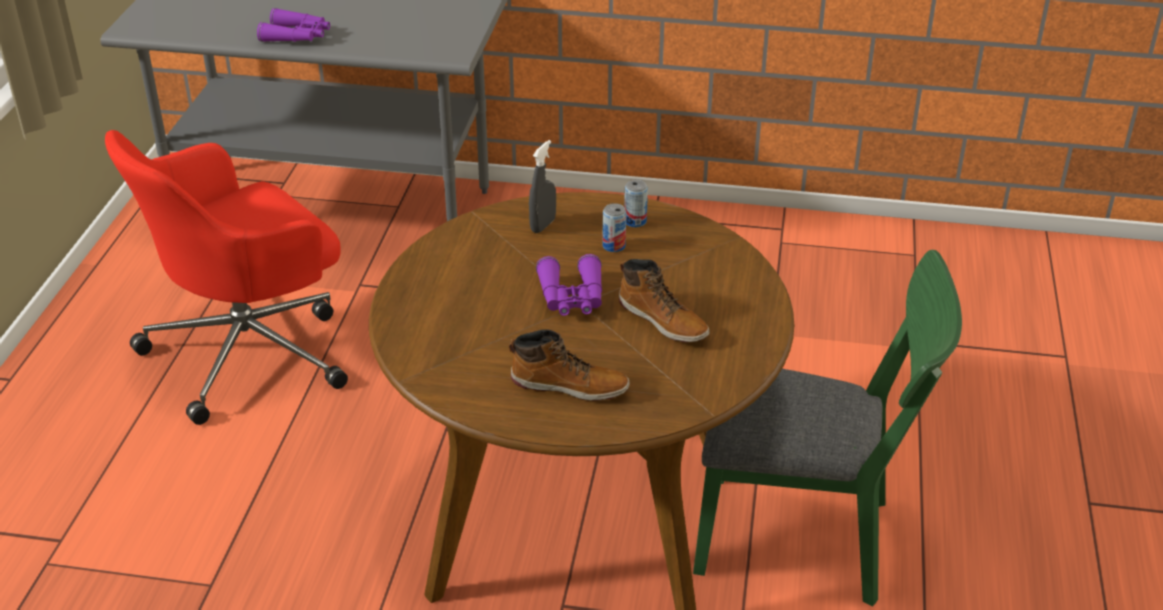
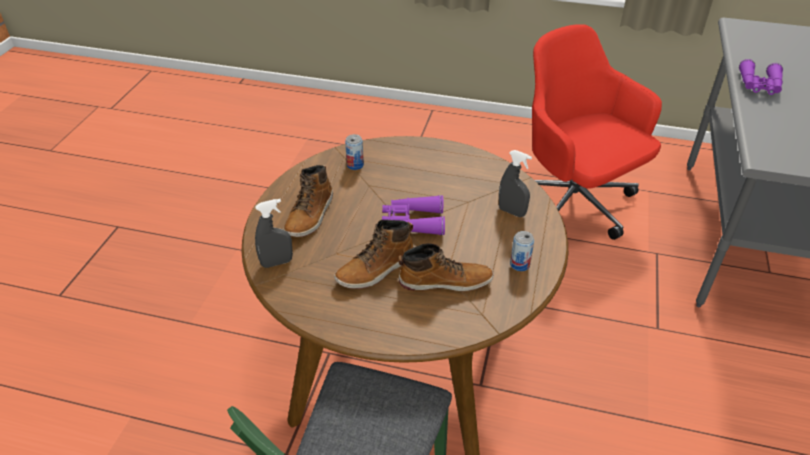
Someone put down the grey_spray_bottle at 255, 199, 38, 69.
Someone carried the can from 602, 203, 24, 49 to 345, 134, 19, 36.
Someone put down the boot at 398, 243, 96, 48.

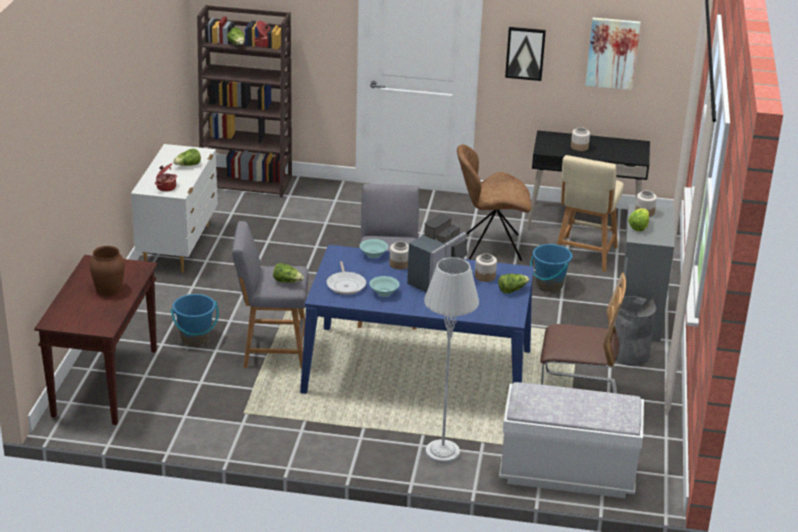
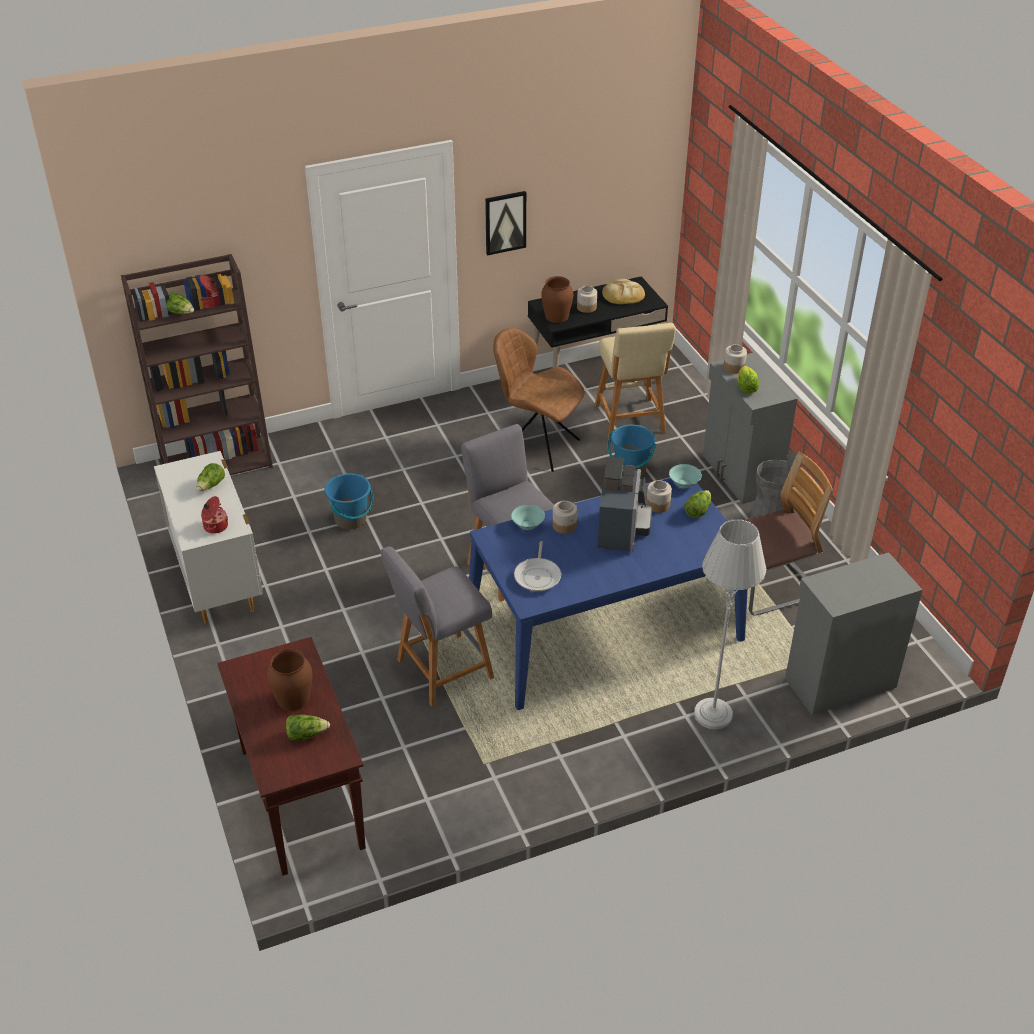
Someone carried the lettuce from 273, 263, 31, 20 to 286, 714, 44, 27.
Someone carried the blue_bucket from 170, 294, 49, 52 to 324, 473, 49, 57.
Someone rotated the brown_chair at 457, 144, 75, 117 by 60 degrees clockwise.
Someone rotated the frying_pan at 326, 261, 40, 34 by 45 degrees clockwise.
Someone put down the brown_vase at 541, 276, 32, 47.
Someone put down the bread at 602, 279, 43, 25.
Someone carried the turquoise_bowl from 370, 276, 29, 21 to 669, 464, 33, 24.
Someone swapped the white_bench at 499, 382, 145, 116 for the grey_cabinet at 785, 552, 138, 164.
Someone took away the picture at 585, 18, 56, 72.

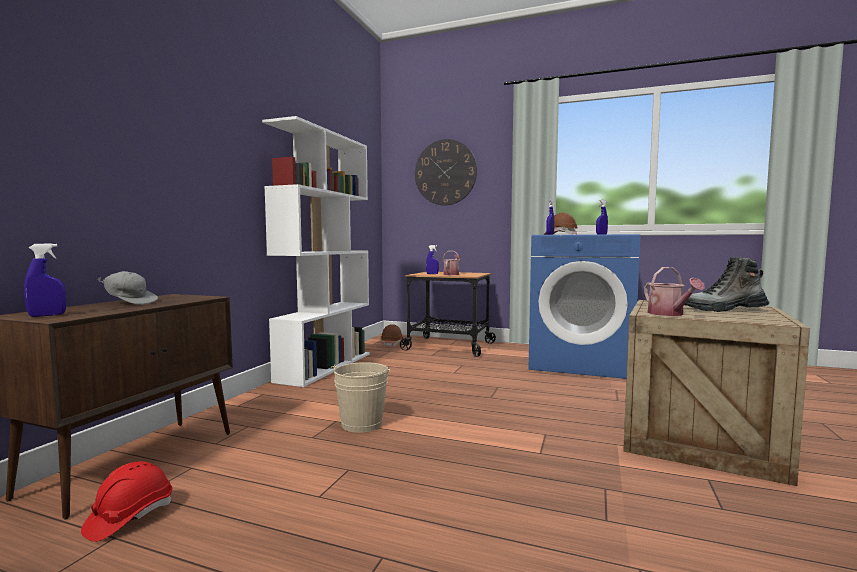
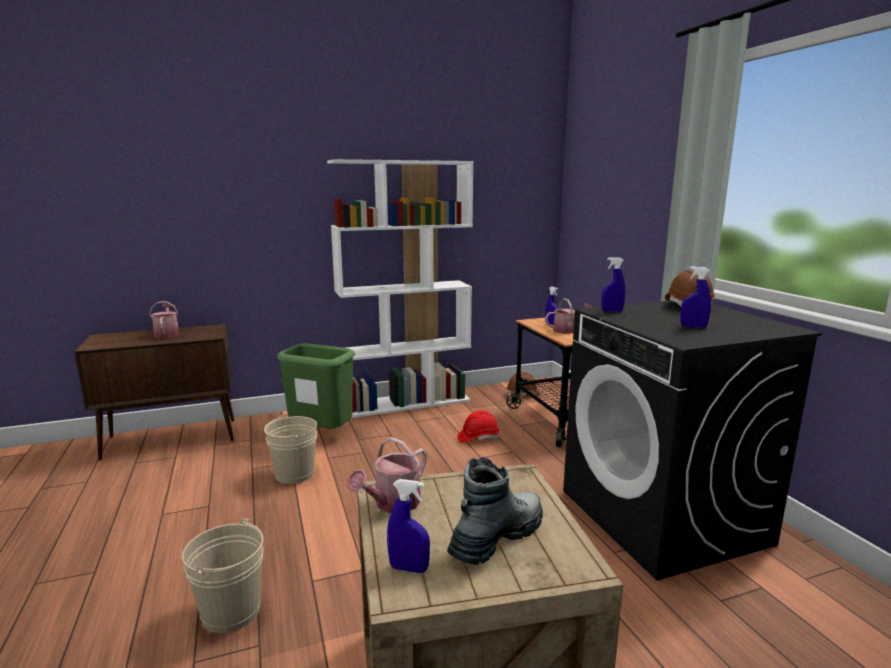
Someone swapped the grey_cap at 97, 271, 61, 34 for the watering_can at 149, 301, 31, 37.
Someone put down the beige_bucket at 182, 518, 81, 115.
Someone put down the green_trash_can at 277, 343, 78, 86.
Someone carried the blue_spray_bottle from 24, 243, 42, 74 to 387, 479, 43, 94.
Someone rotated the boot at 684, 257, 85, 55 by 75 degrees clockwise.
Someone carried the red_hard_hat from 81, 461, 91, 81 to 457, 410, 42, 33.
Someone repainted the blue_washing_machine at 528, 234, 113, 145, which became the black_washing_machine at 563, 301, 259, 279.
Someone took away the wall_clock at 415, 139, 62, 67.

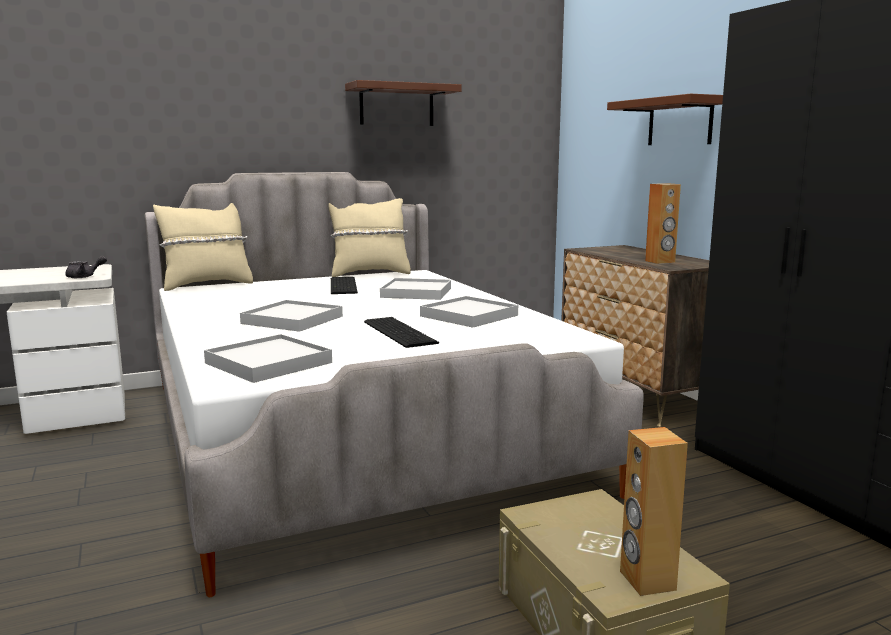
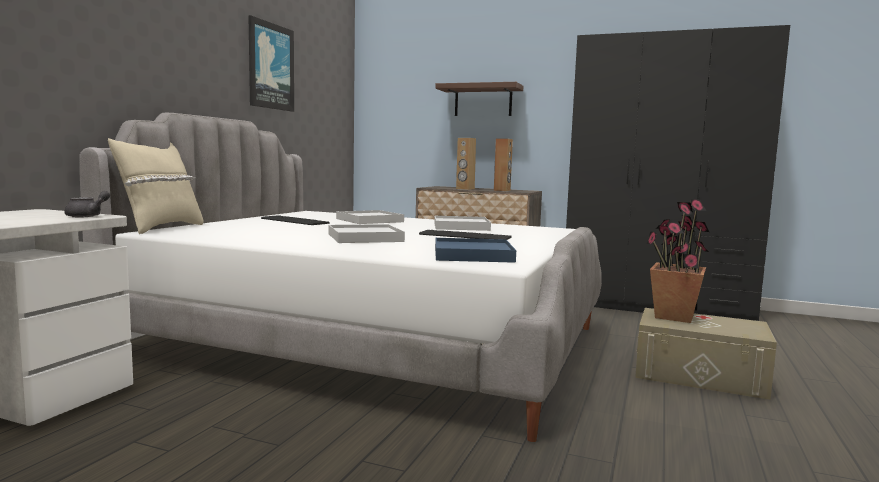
Someone swapped the brown_shelf at 345, 80, 117, 46 for the picture at 248, 15, 46, 97.
Someone repainted the white_tray at 204, 334, 128, 49, which became the blue_tray at 435, 238, 81, 25.
Someone carried the brown_speaker from 620, 427, 68, 169 to 456, 138, 20, 52.
Someone put down the potted_plant at 646, 200, 63, 123.
Someone took away the beige_pillow at 329, 198, 82, 79.

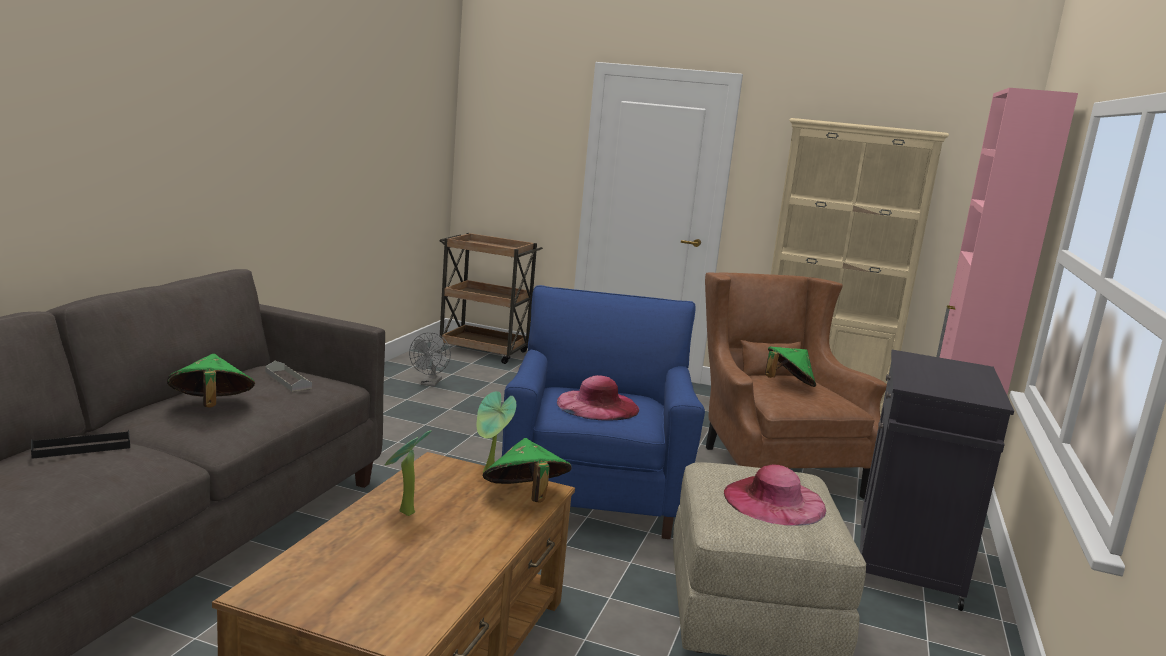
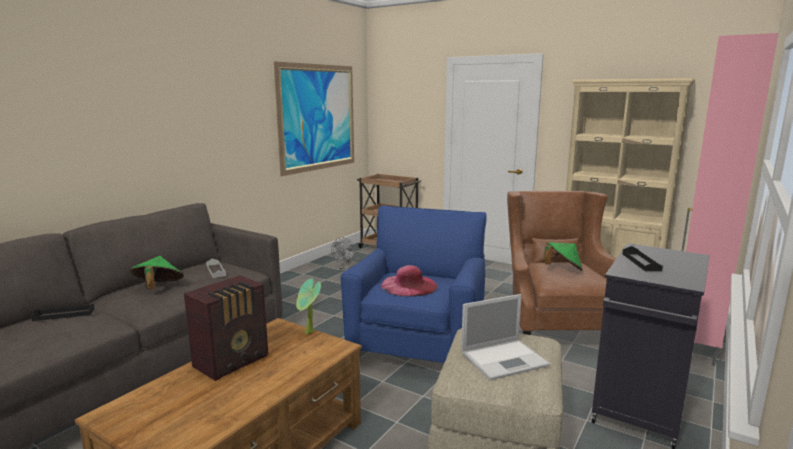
Someone swapped the potted_plant at 385, 430, 46, 86 for the radio at 184, 276, 84, 105.
Someone put up the picture at 274, 61, 80, 115.
Someone swapped the pink_hat at 724, 464, 102, 62 for the laptop at 461, 294, 89, 86.
Someone put down the black_tray at 622, 246, 41, 25.
Someone took away the green_hat at 483, 438, 89, 65.

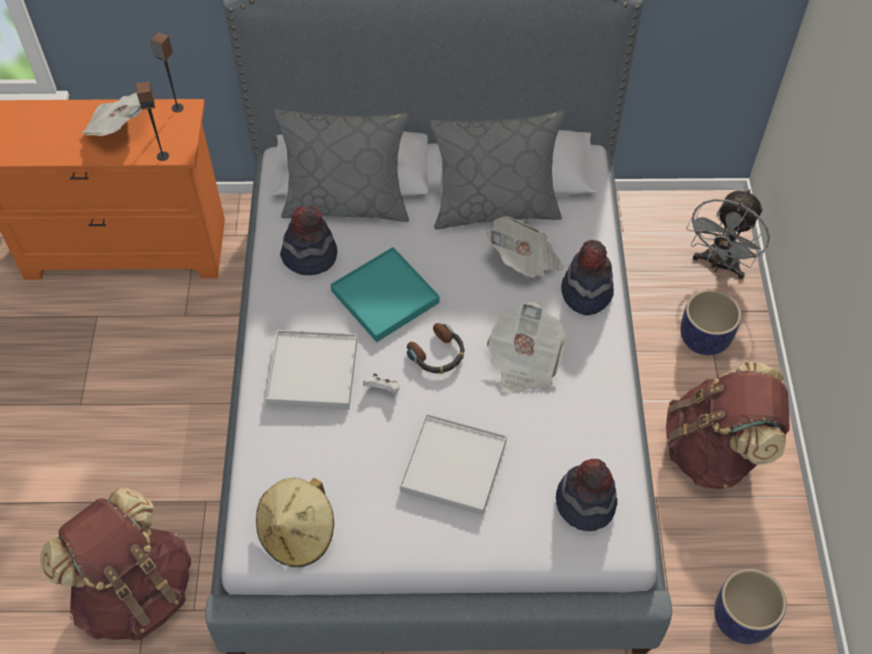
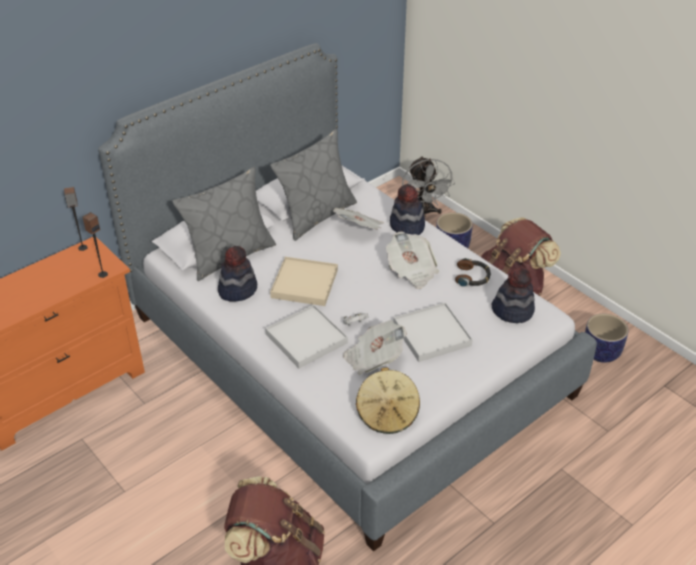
Someone repainted the turquoise_tray at 330, 247, 110, 95, which became the beige_tray at 270, 257, 68, 49.
Someone carried the newspaper from 81, 92, 61, 44 to 343, 320, 64, 55.
Someone carried the headphones from 407, 323, 58, 51 to 455, 258, 36, 29.

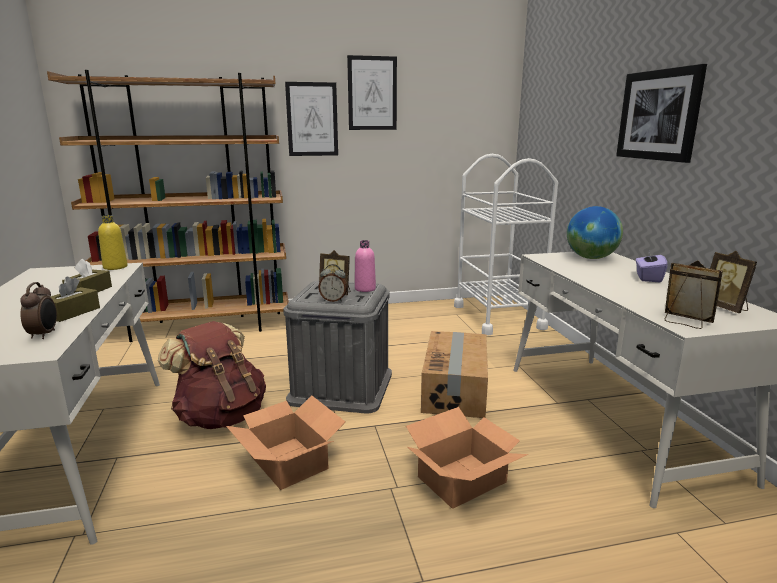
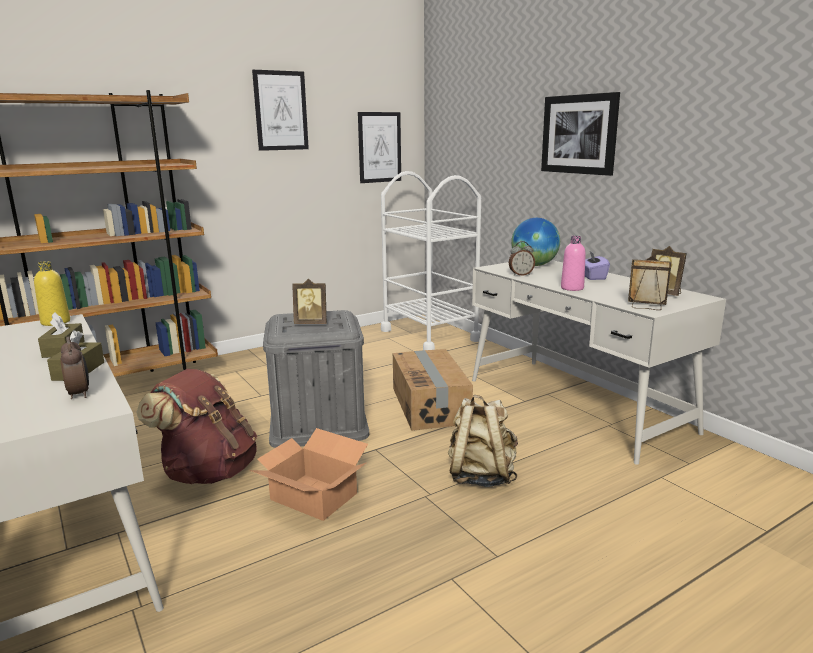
Someone carried the picture from 285, 82, 53, 74 to 358, 112, 43, 71.
Someone swapped the cardboard_box at 406, 407, 122, 102 for the beige_backpack at 448, 395, 70, 92.
Someone carried the alarm_clock from 318, 264, 30, 38 to 509, 241, 26, 35.
Someone carried the pink_bottle from 355, 240, 21, 52 to 561, 236, 25, 55.

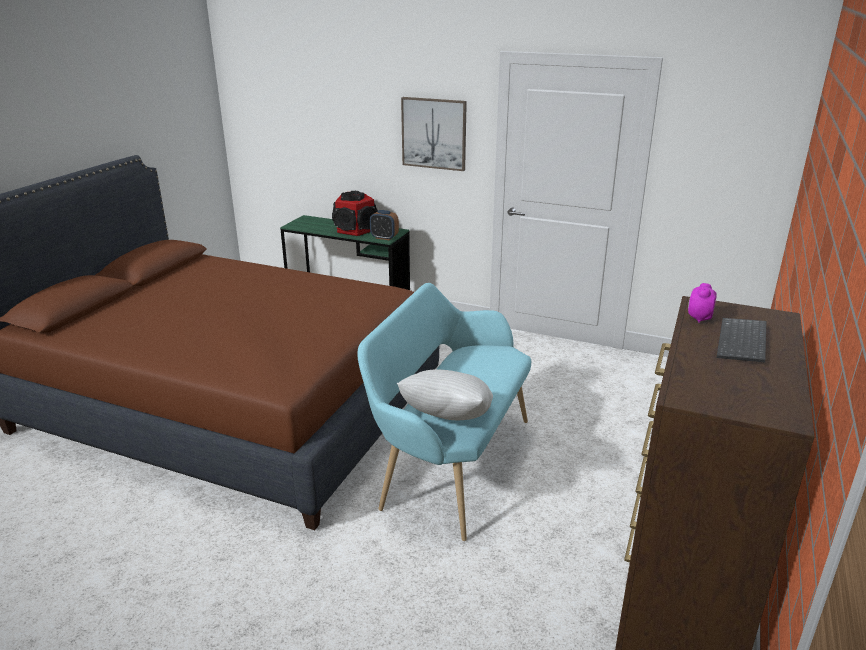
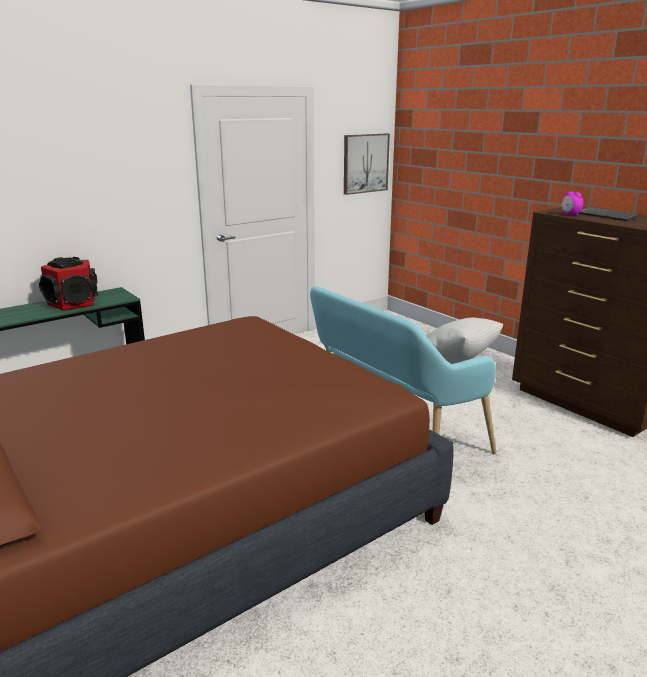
Someone carried the picture from 401, 97, 66, 74 to 344, 134, 46, 61.
Someone took away the alarm_clock at 370, 210, 29, 30.

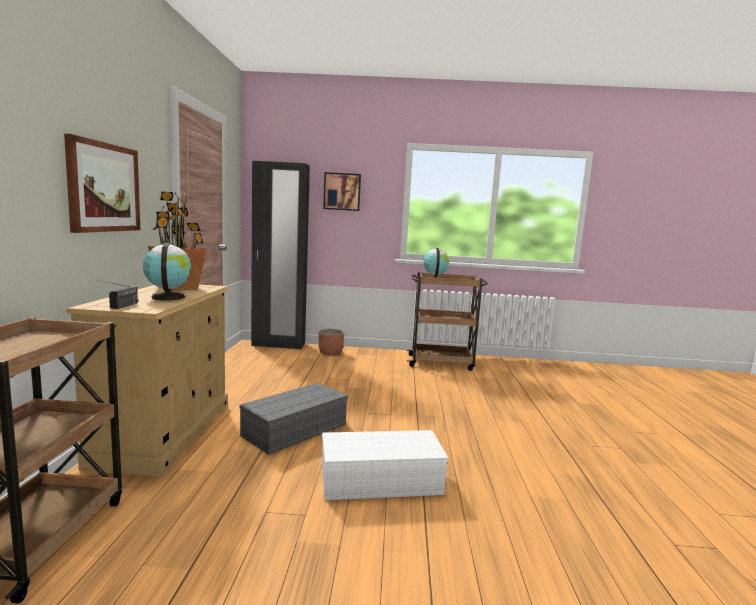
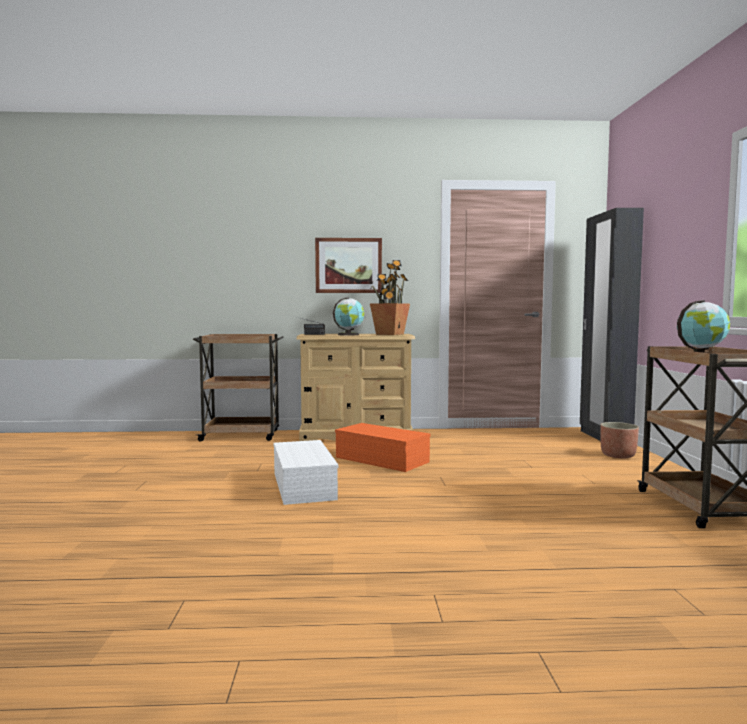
Someone repainted the grey_storage_box at 239, 383, 109, 72, which became the orange_storage_box at 335, 423, 96, 49.
Someone took away the picture at 323, 172, 38, 39.

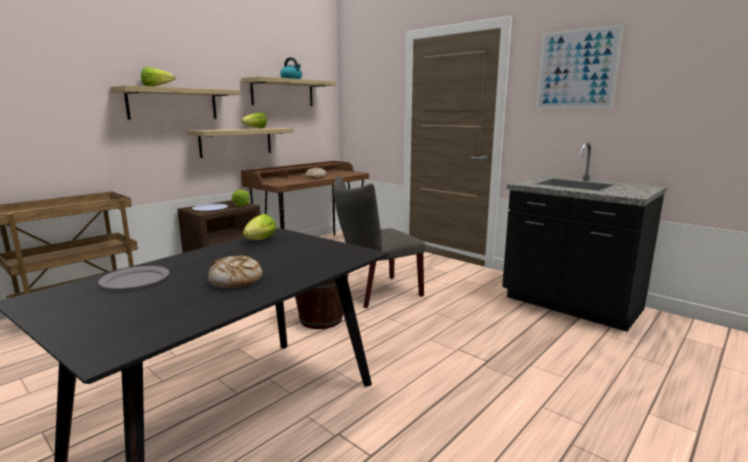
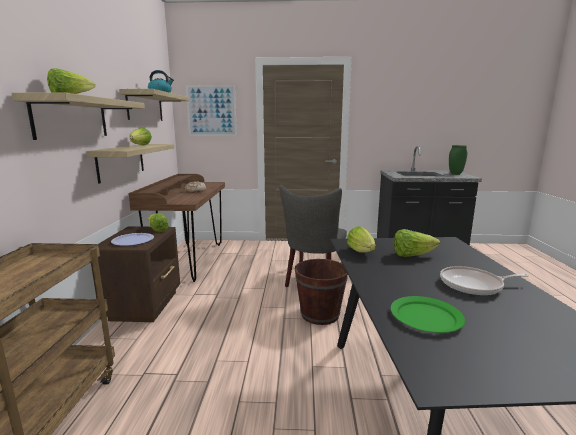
Someone carried the picture from 536, 24, 88, 85 to 186, 85, 51, 51.
Someone repainted the grey_plate at 98, 266, 72, 24, which became the green_plate at 391, 296, 74, 37.
Someone put down the lettuce at 394, 229, 46, 28.
Someone swapped the bread at 208, 255, 54, 34 for the frying_pan at 440, 266, 89, 30.
Someone put down the green_vase at 449, 145, 18, 30.

